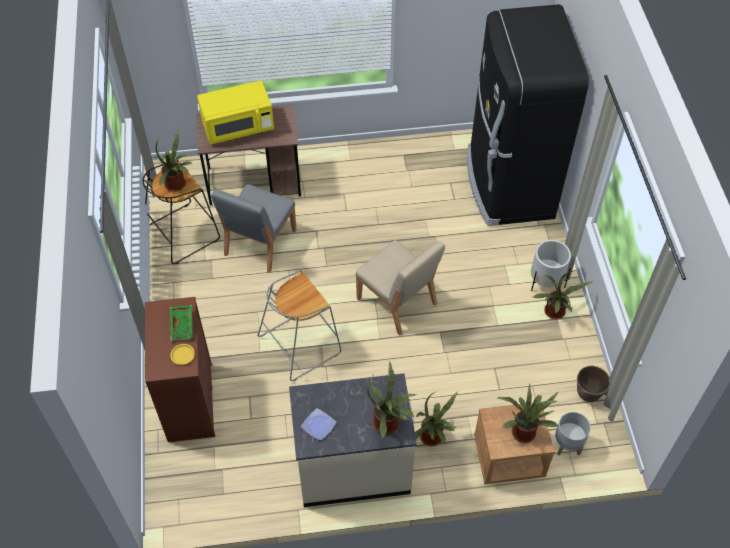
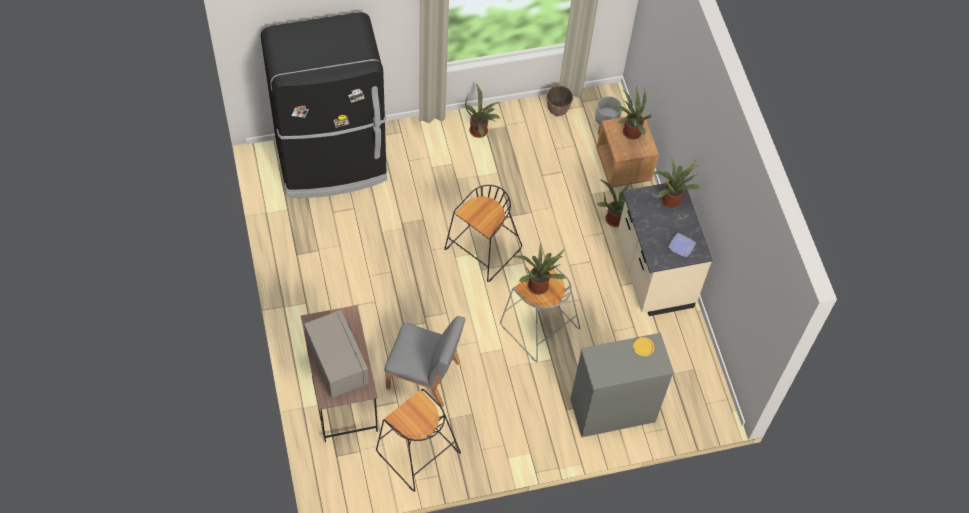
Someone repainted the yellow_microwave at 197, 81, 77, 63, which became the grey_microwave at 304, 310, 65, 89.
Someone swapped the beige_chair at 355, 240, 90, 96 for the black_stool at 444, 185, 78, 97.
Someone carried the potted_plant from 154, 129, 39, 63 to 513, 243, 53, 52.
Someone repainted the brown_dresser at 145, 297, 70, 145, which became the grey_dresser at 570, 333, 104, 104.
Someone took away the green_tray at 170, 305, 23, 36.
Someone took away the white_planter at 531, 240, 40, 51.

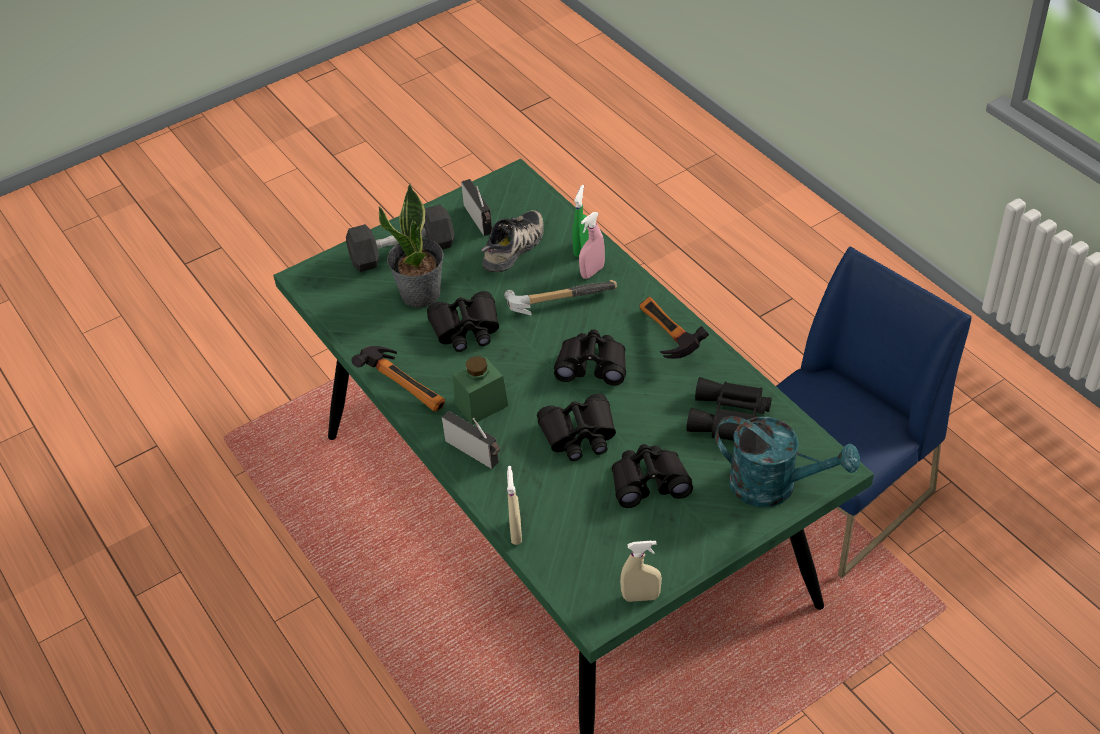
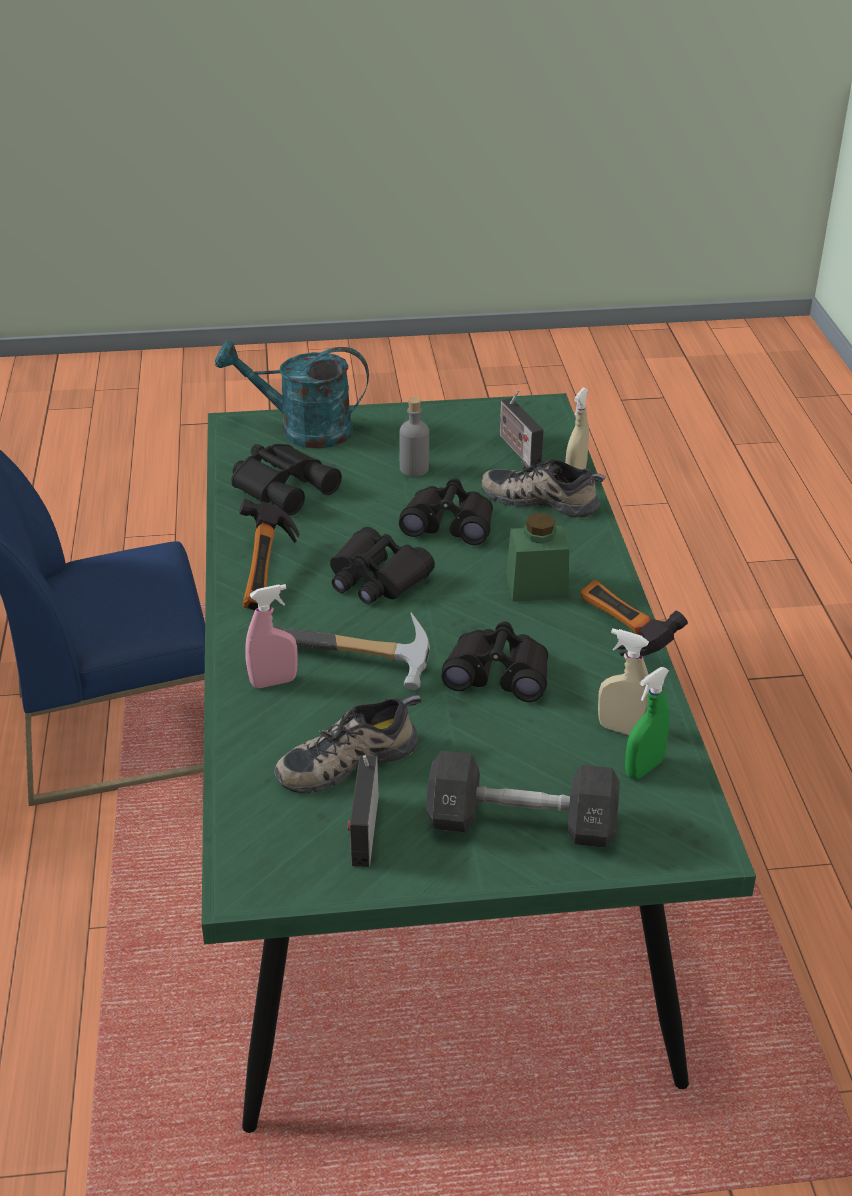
Someone rotated the turquoise_watering_can at 715, 416, 145, 91 by 45 degrees counterclockwise.
Someone swapped the black_binoculars at 612, 444, 81, 64 for the grey_bottle at 399, 397, 30, 79.
Someone put down the shoe at 481, 459, 125, 59.
Someone carried the radio from 442, 411, 58, 58 to 500, 390, 44, 76.
Someone carried the beige_spray_bottle from 620, 541, 42, 61 to 598, 628, 51, 107.
Someone carried the green_spray_bottle from 572, 185, 17, 72 to 625, 667, 44, 112.
Someone took away the potted_plant at 378, 184, 66, 123.

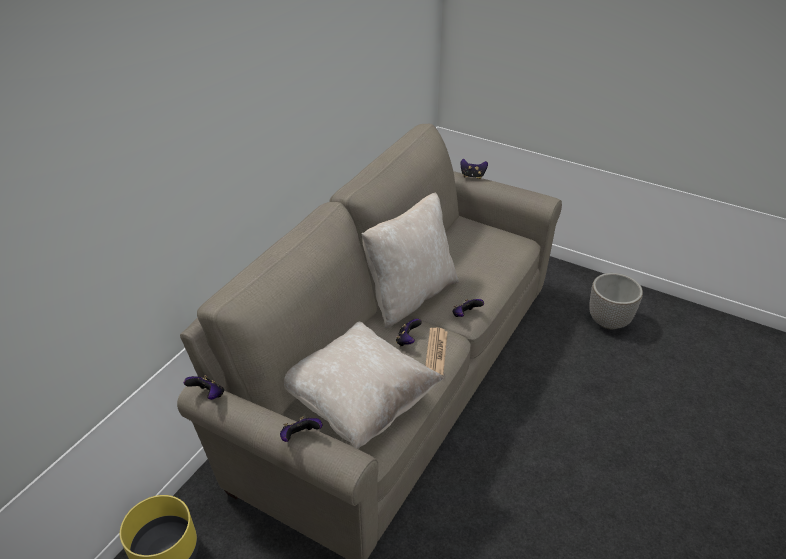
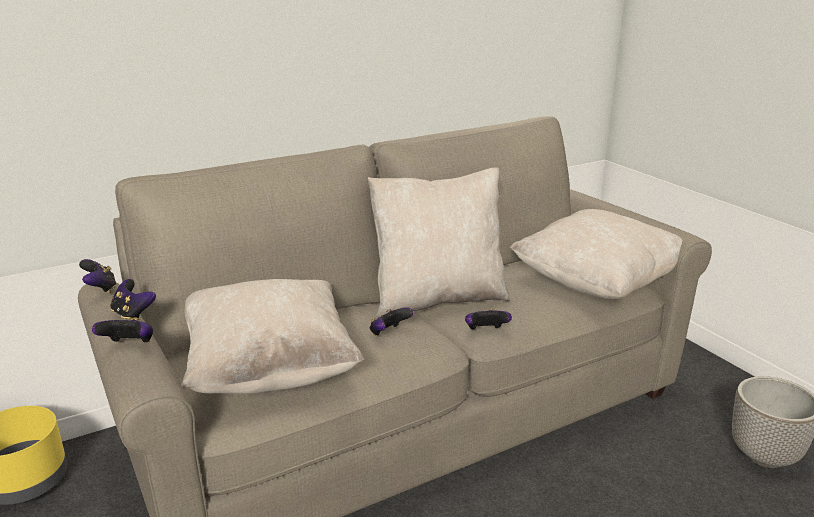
Someone carried the game_controller from 461, 159, 27, 20 to 110, 279, 46, 41.
Someone put down the beige_pillow at 509, 209, 173, 90.
Someone took away the newspaper at 425, 328, 22, 47.

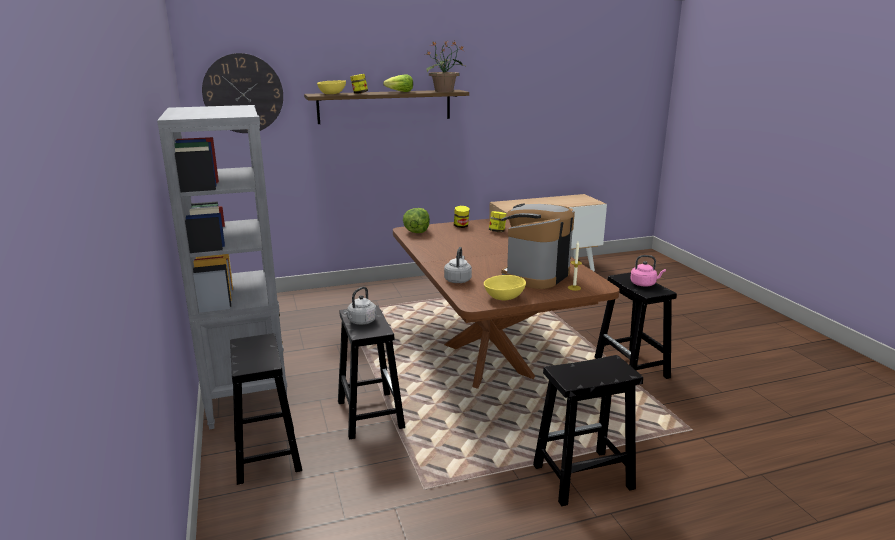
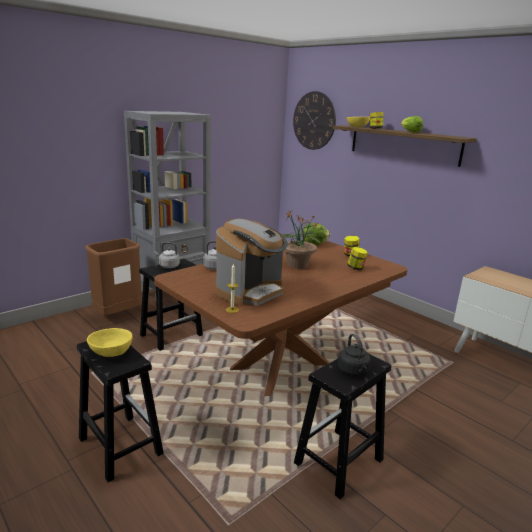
Someone swapped the black_stool at 230, 333, 72, 152 for the brown_trash_can at 85, 238, 57, 77.
Someone carried the yellow_bowl from 484, 275, 42, 25 to 87, 328, 45, 29.
Someone rotated the coffee_machine at 501, 204, 74, 85 by 120 degrees clockwise.
Someone carried the potted_plant from 426, 41, 39, 51 to 281, 211, 40, 58.
Someone repainted the pink_kettle at 630, 255, 36, 32, which became the black_kettle at 338, 334, 33, 42.

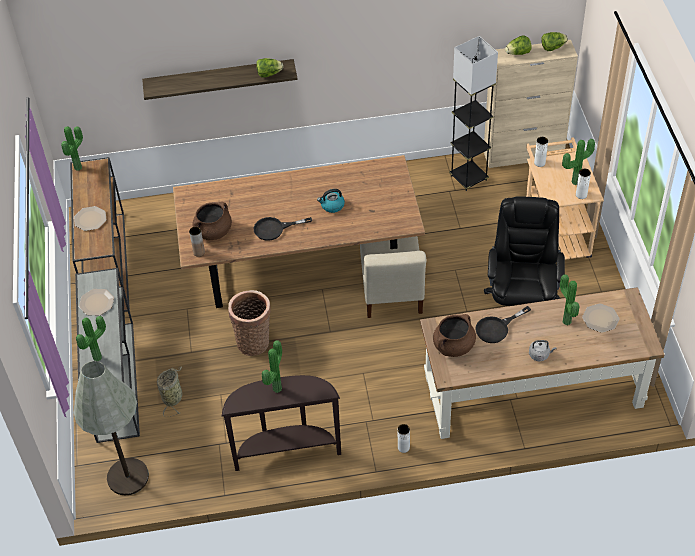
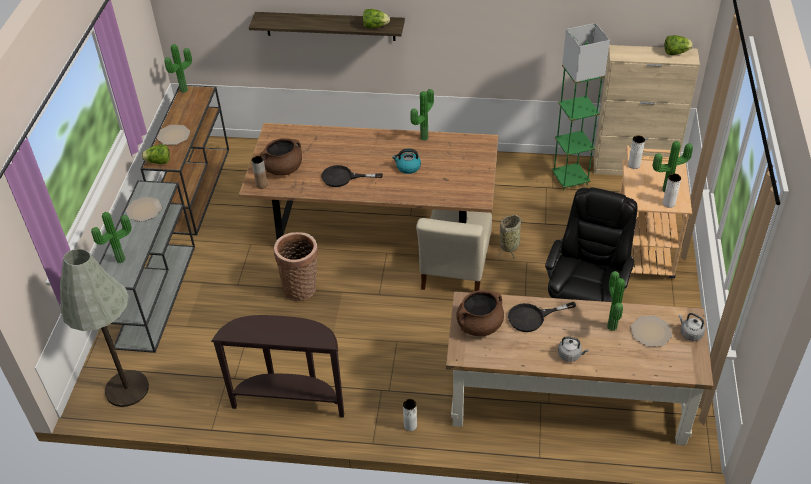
Someone carried the lettuce from 505, 36, 27, 19 to 142, 144, 28, 20.
Someone carried the potted_plant from 262, 341, 20, 52 to 410, 89, 24, 52.
Someone carried the basket from 157, 366, 25, 51 to 499, 215, 24, 44.
Someone repainted the grey_floor_lamp at 449, 36, 49, 155, which became the green_floor_lamp at 552, 23, 58, 167.
Someone put down the grey_kettle at 679, 313, 26, 28.

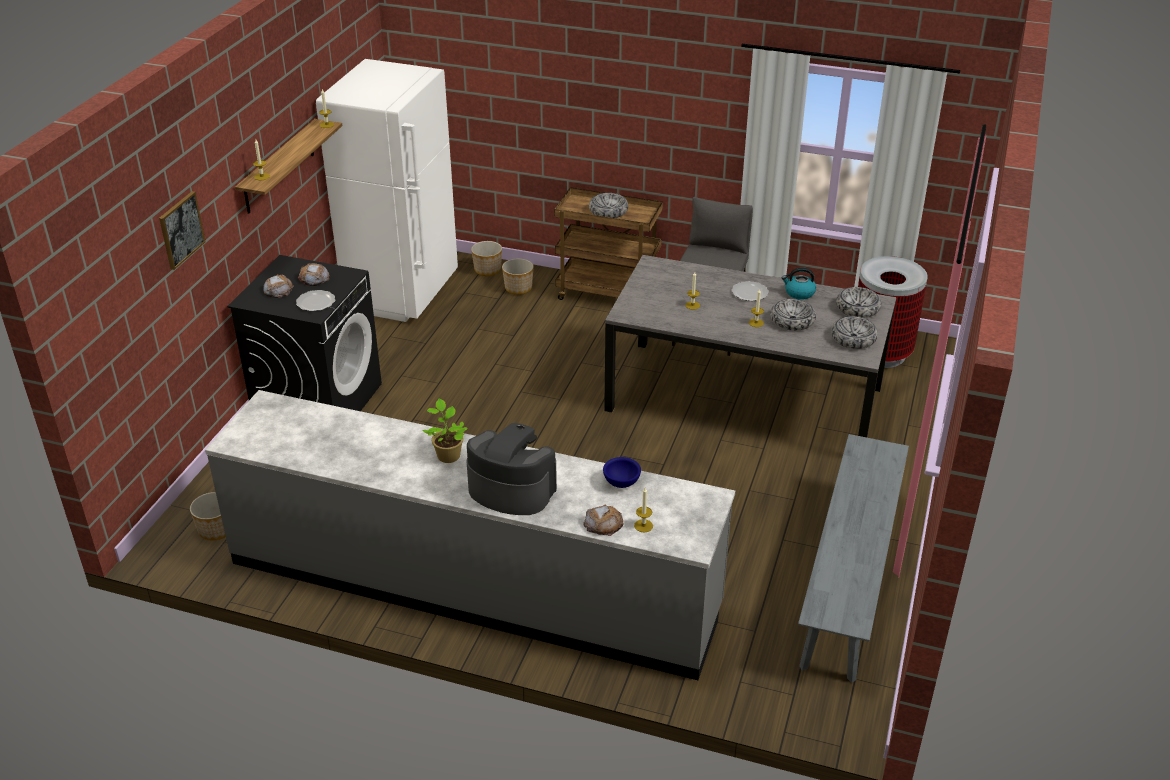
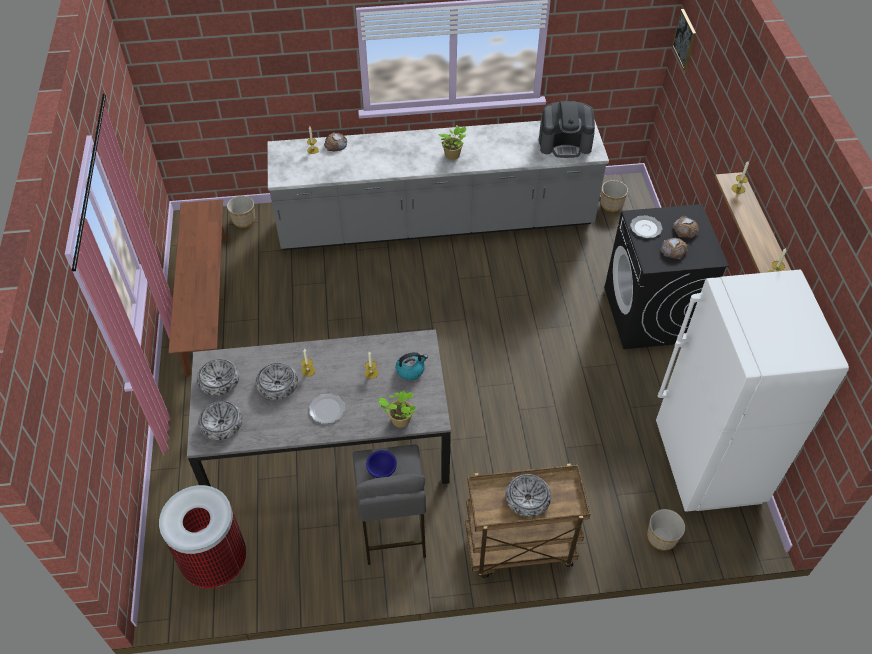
Someone repainted the grey_bench at 798, 434, 111, 249, which became the brown_bench at 168, 199, 59, 178.
Someone carried the planter from 502, 258, 32, 37 to 227, 196, 28, 32.
Someone carried the blue_bowl from 603, 457, 38, 31 to 366, 450, 31, 28.
Someone put down the potted_plant at 378, 391, 38, 37.
Someone carried the kettle from 782, 267, 34, 33 to 396, 352, 32, 28.
Someone carried the coffee_machine from 467, 423, 90, 92 to 539, 101, 56, 57.
Someone carried the picture from 159, 191, 47, 79 to 672, 9, 24, 61.

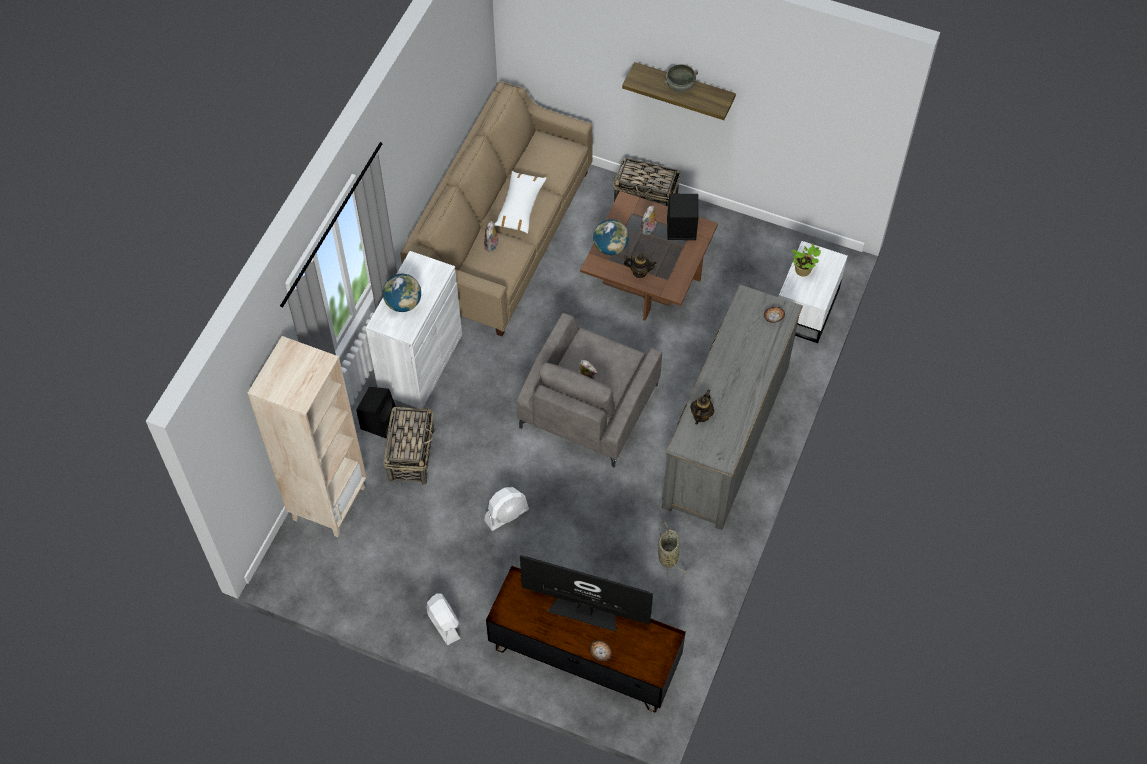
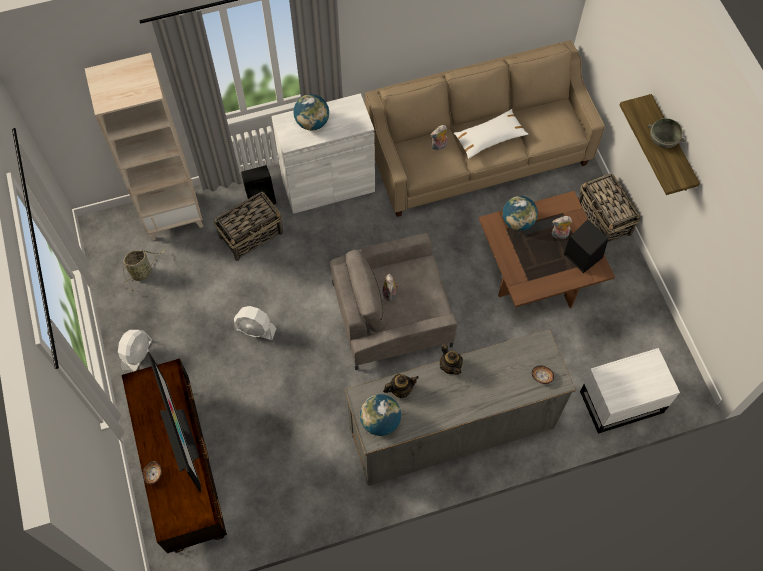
Someone carried the basket from 658, 521, 29, 60 to 123, 250, 43, 42.
Someone put down the globe at 360, 394, 41, 42.
Someone carried the teapot from 624, 254, 32, 24 to 440, 344, 23, 31.
Someone took away the potted_plant at 792, 243, 29, 34.

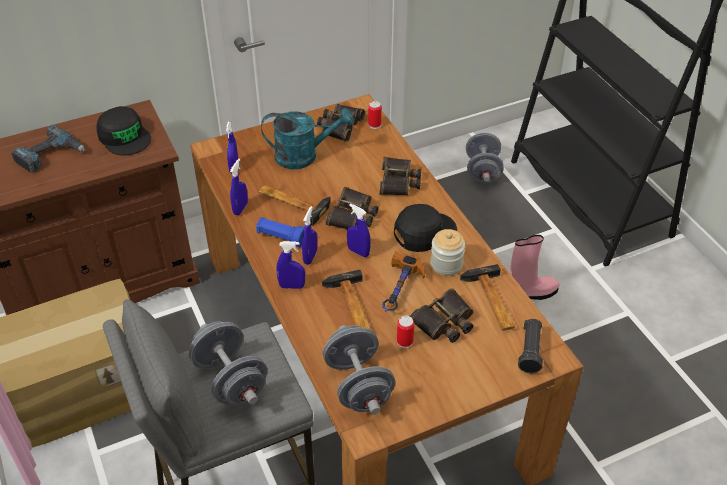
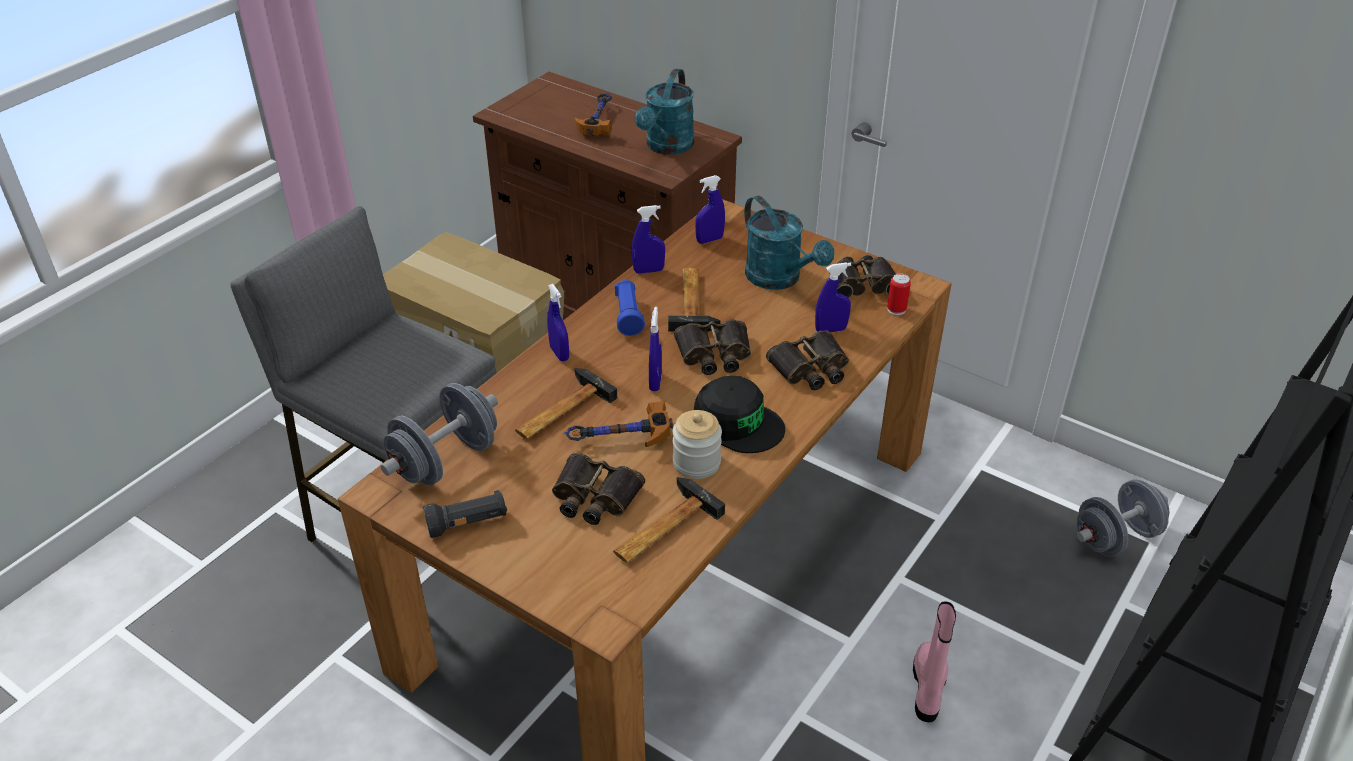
Someone carried the black_flashlight from 518, 319, 25, 54 to 423, 490, 84, 48.
Someone swapped the power_drill at 11, 125, 74, 48 for the hammer at 574, 94, 38, 43.
Someone swapped the black_cap at 96, 106, 55, 49 for the turquoise_watering_can at 635, 68, 59, 86.
Someone carried the blue_spray_bottle from 302, 206, 15, 59 to 815, 262, 36, 70.
Someone rotated the pink_boot at 510, 235, 50, 65 by 120 degrees counterclockwise.
Someone took away the grey_dumbbell at 189, 321, 78, 84.
Someone took away the can at 397, 316, 17, 32.

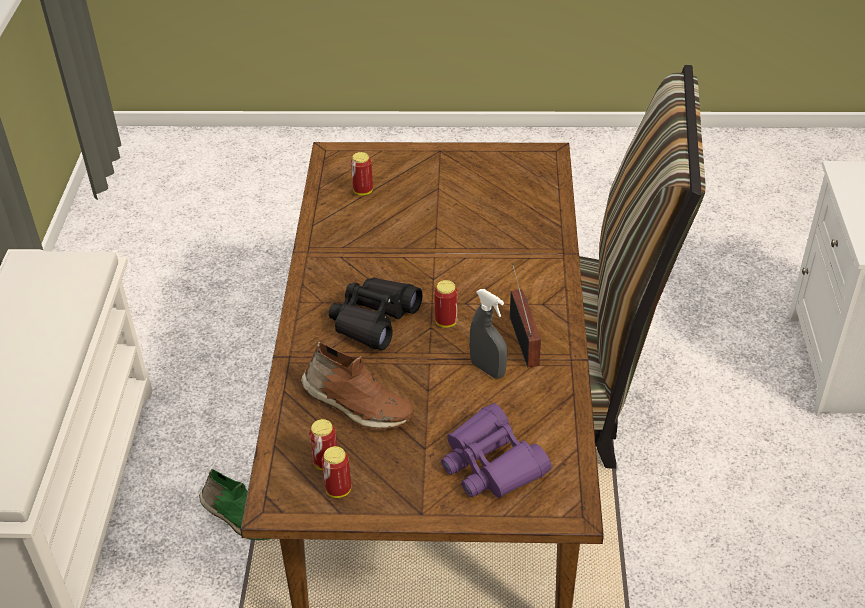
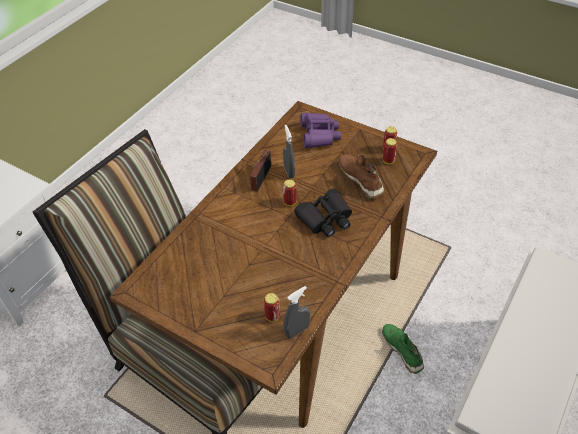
Someone put down the grey_spray_bottle at 283, 286, 27, 52.

